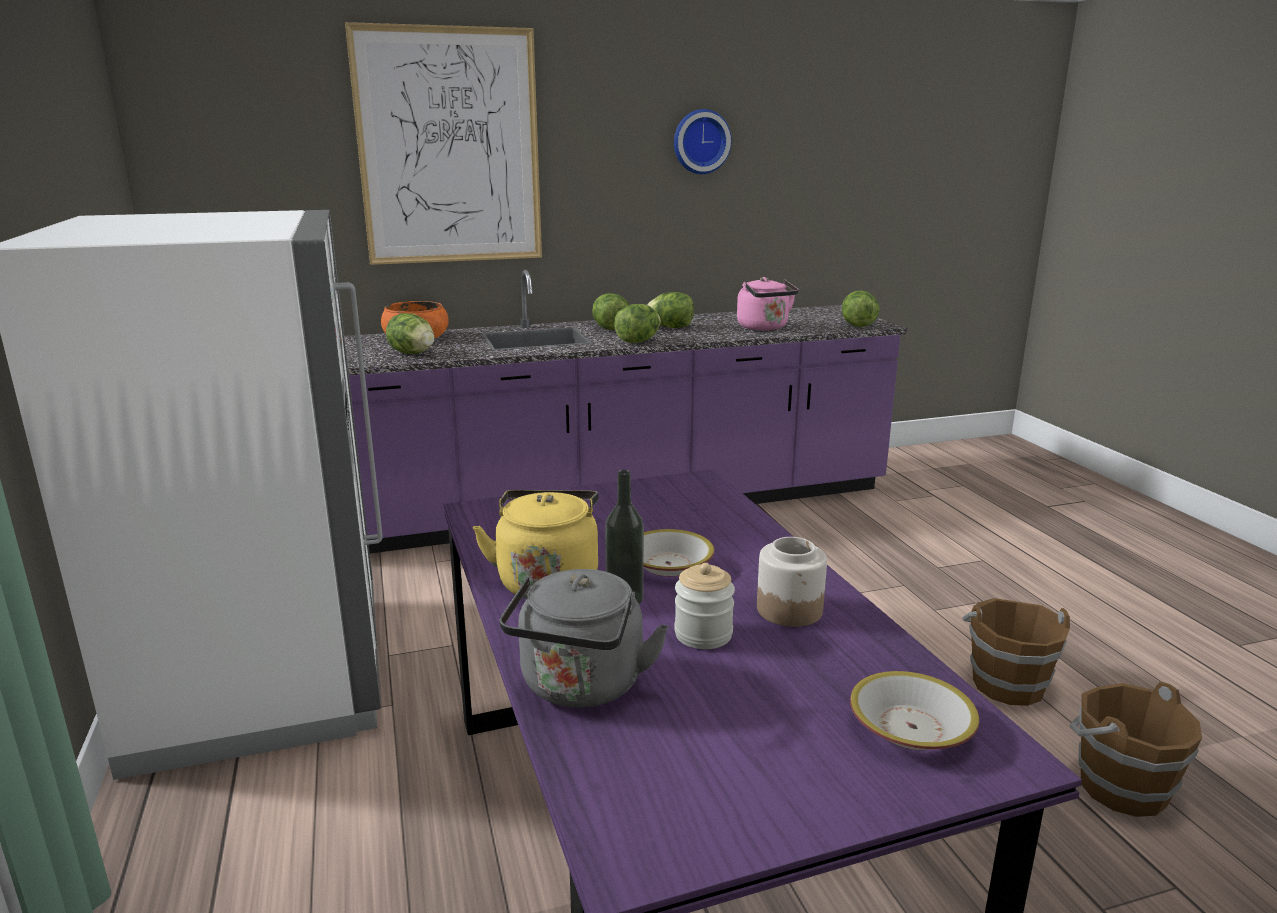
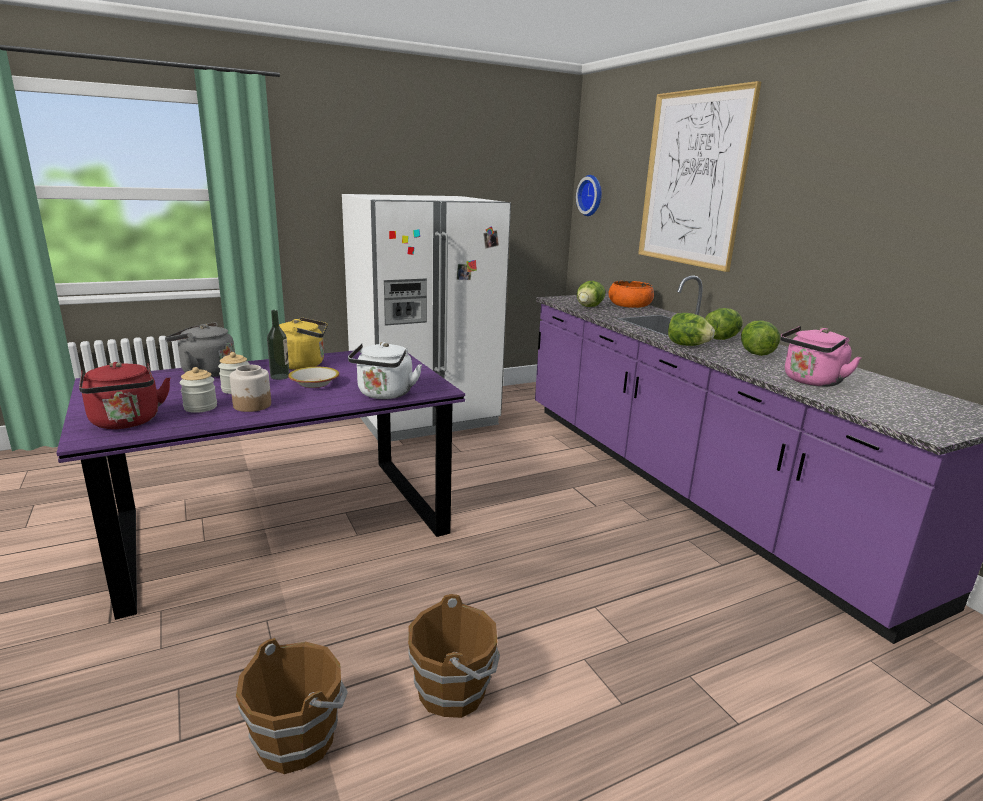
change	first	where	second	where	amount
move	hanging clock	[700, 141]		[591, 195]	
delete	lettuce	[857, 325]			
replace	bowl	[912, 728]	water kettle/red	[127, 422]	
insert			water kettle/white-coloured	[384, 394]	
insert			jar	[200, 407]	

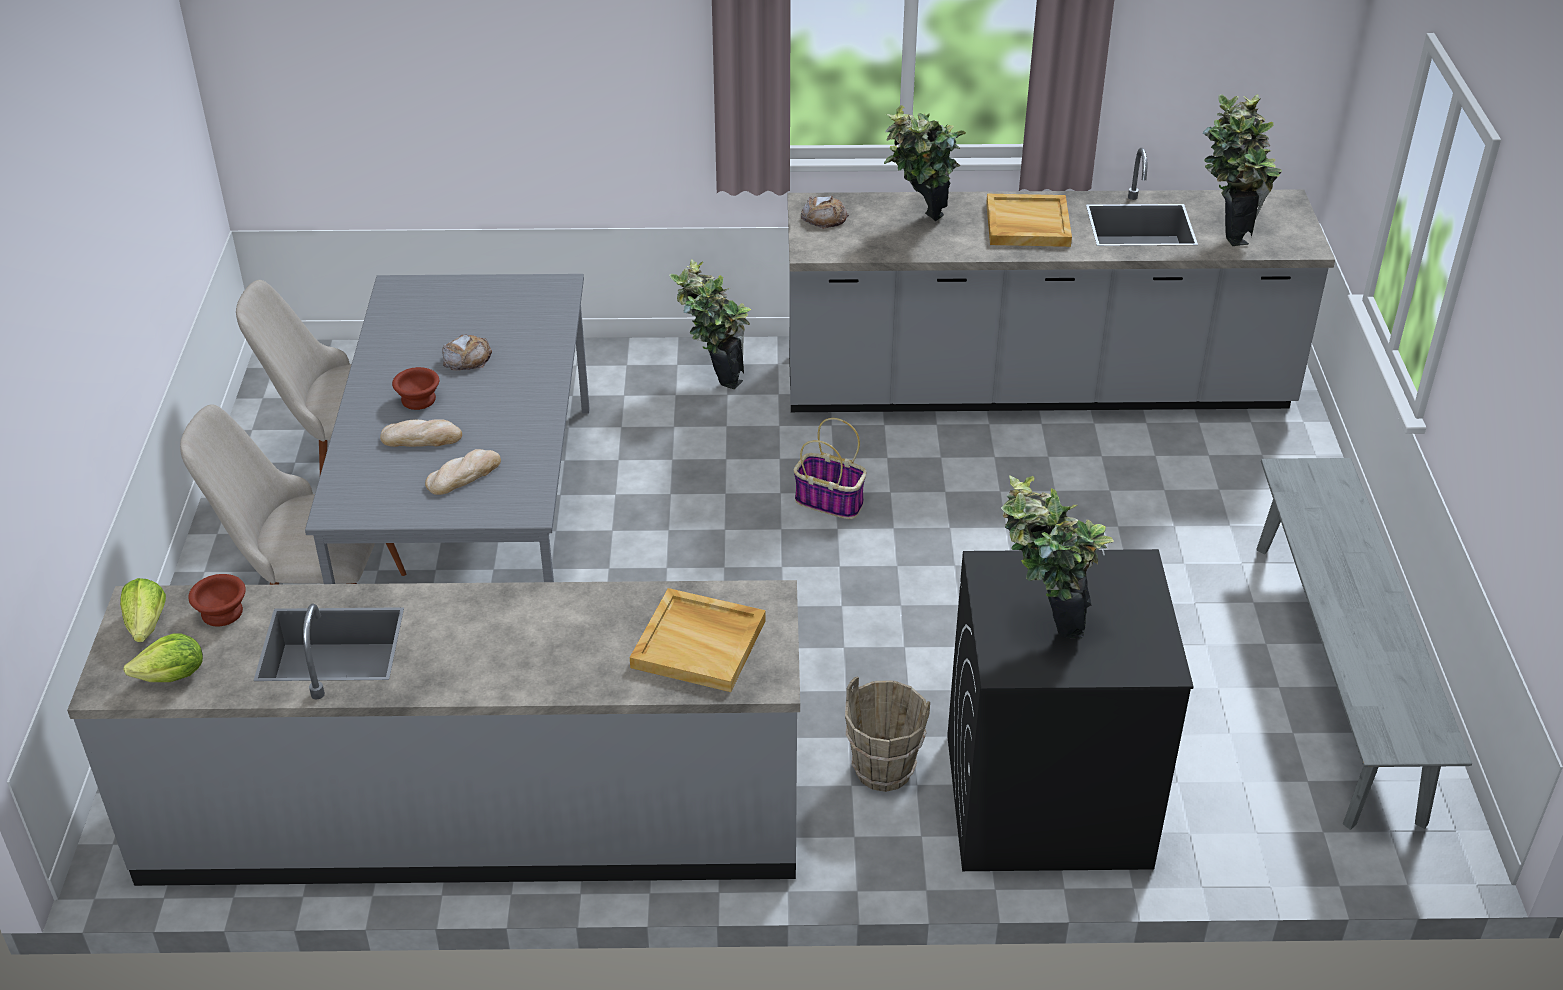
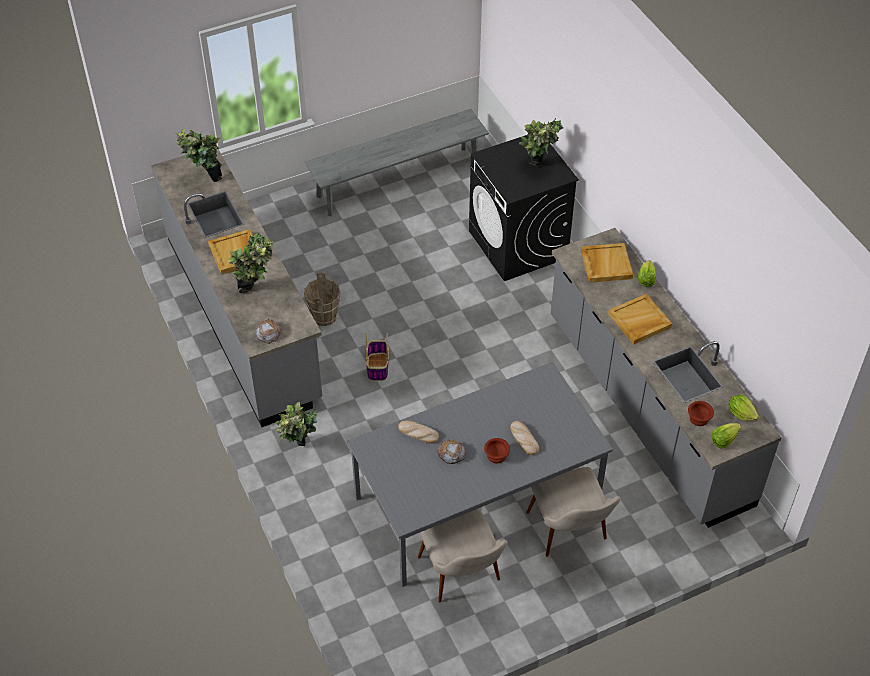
change	first	where	second	where	amount
move	bakery bread	[464, 475]		[418, 433]	
move	pail/brown-coloured	[883, 770]		[324, 316]	
insert			lettuce	[646, 279]	
insert			carrying tray/beige-coloured	[639, 321]	

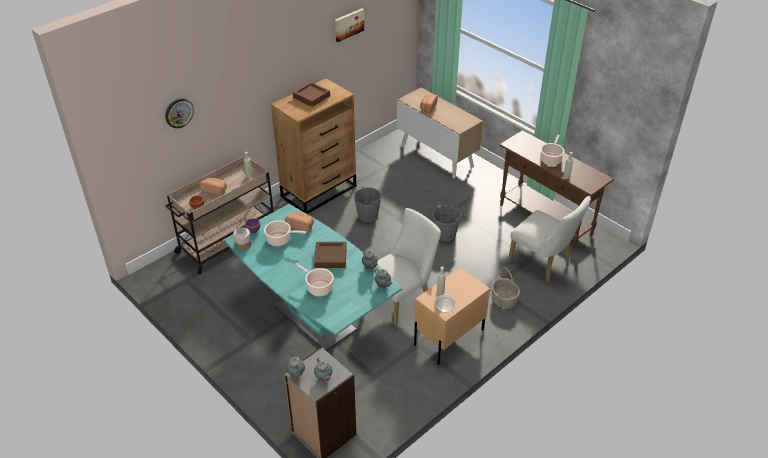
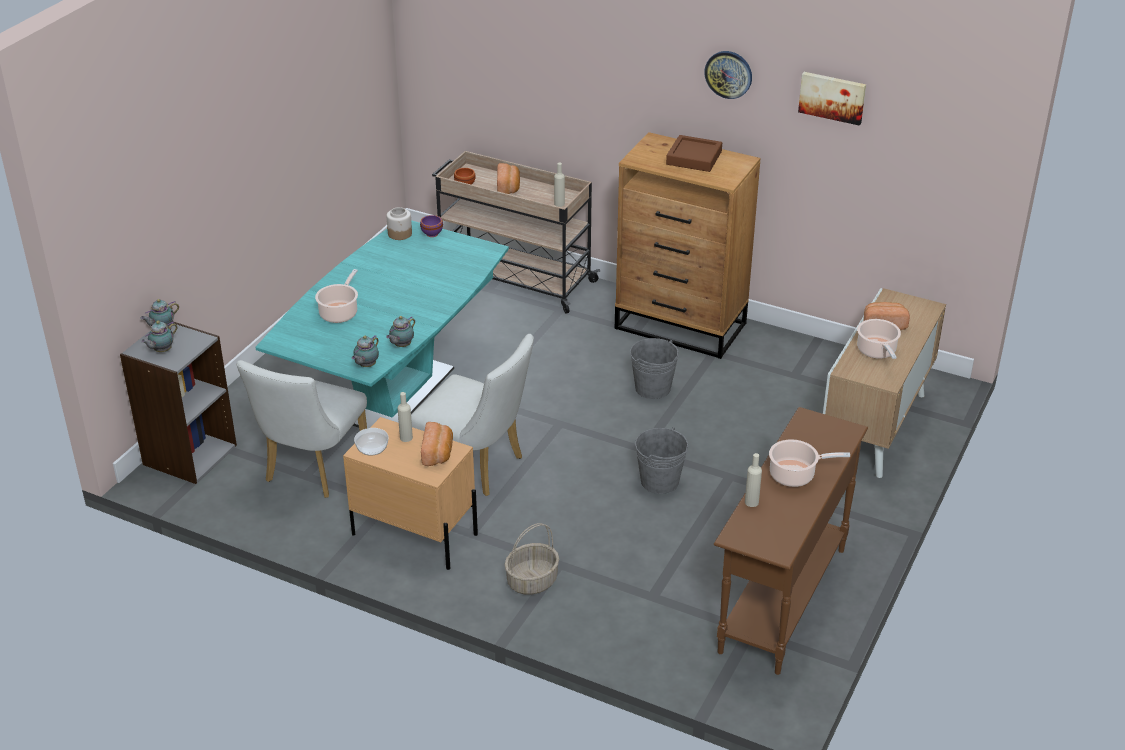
change	first	where	second	where	amount
move	hanging clock	[179, 112]		[728, 74]	
move	chair/white-coloured	[543, 263]		[312, 470]	
move	bakery bread	[301, 226]		[438, 453]	
move	stockpot	[280, 240]		[877, 351]	
delete	carrying tray/brown-coloured	[330, 257]			

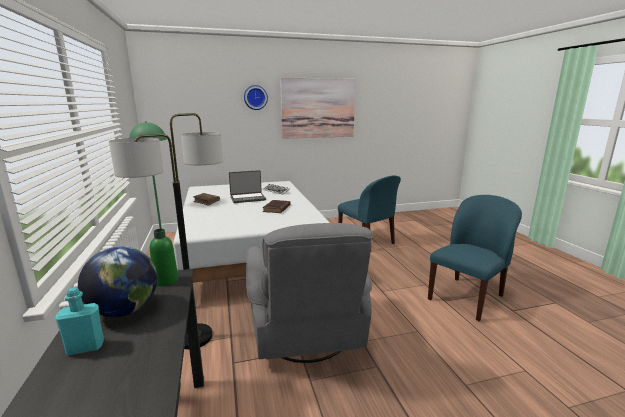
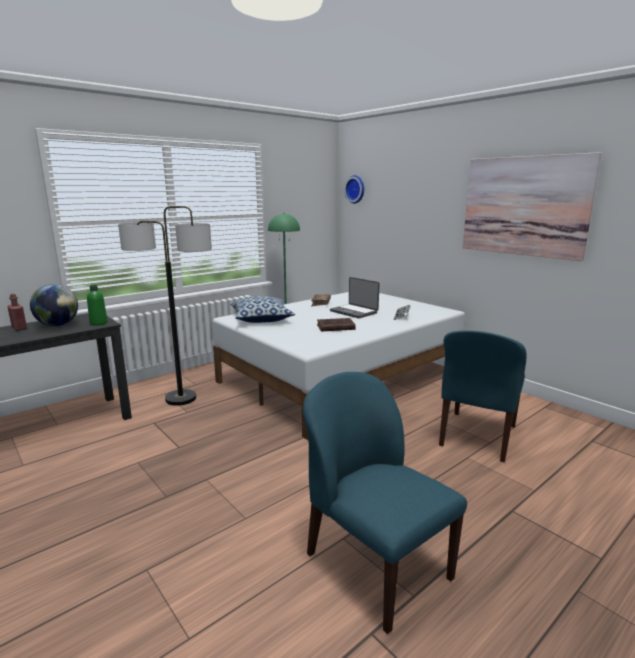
change	first	where	second	where	amount
move	hanging clock	[255, 97]		[356, 189]	
rotate	chair/bluish	[466, 297]		[375, 564]	150 degrees counterclockwise
delete	easy chair/gray	[307, 338]			
recolor	beverage bottle/turquoise	[85, 347]	beverage bottle/red	[19, 328]	
insert			throw pillow	[261, 319]	

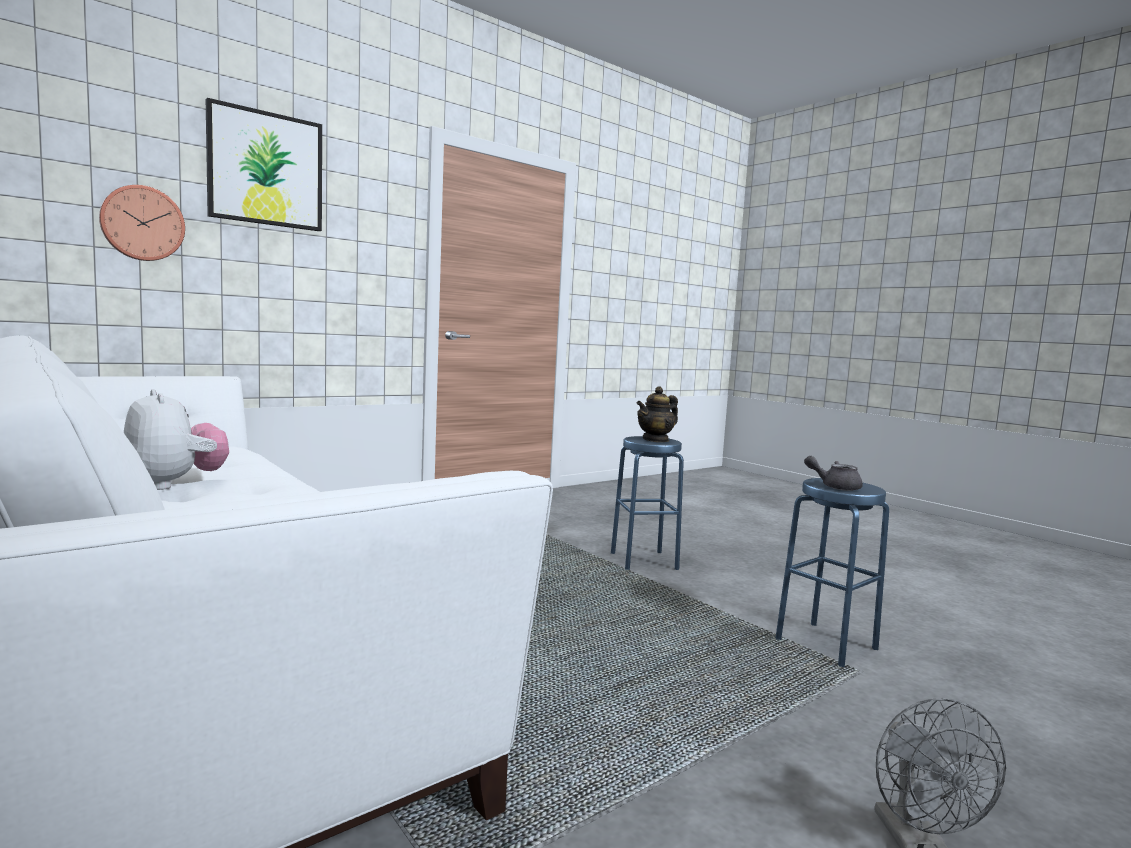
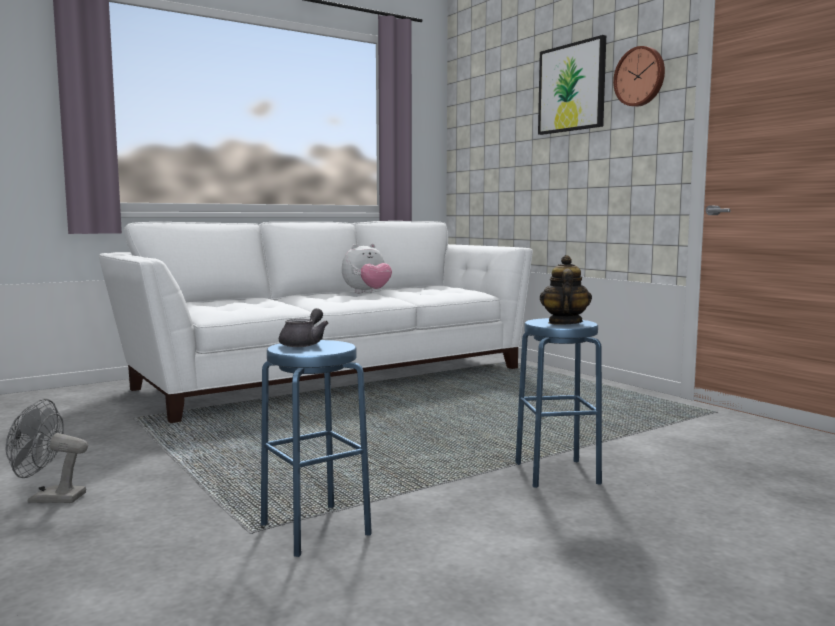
change	first	where	second	where	amount
move	hanging clock	[142, 223]		[640, 77]	
rotate	pot for tea	[656, 440]		[564, 323]	45 degrees clockwise

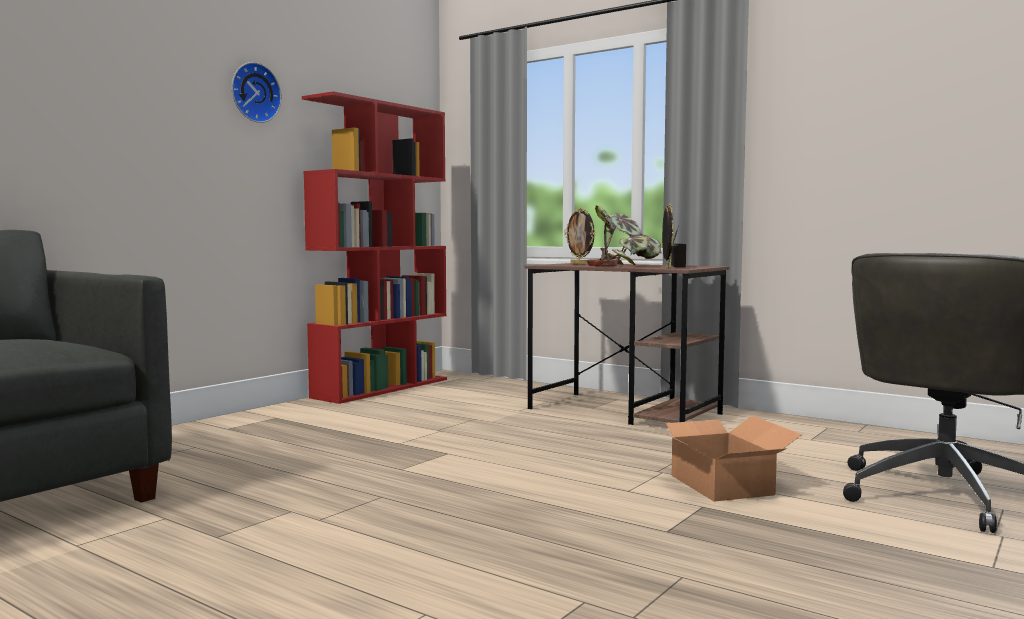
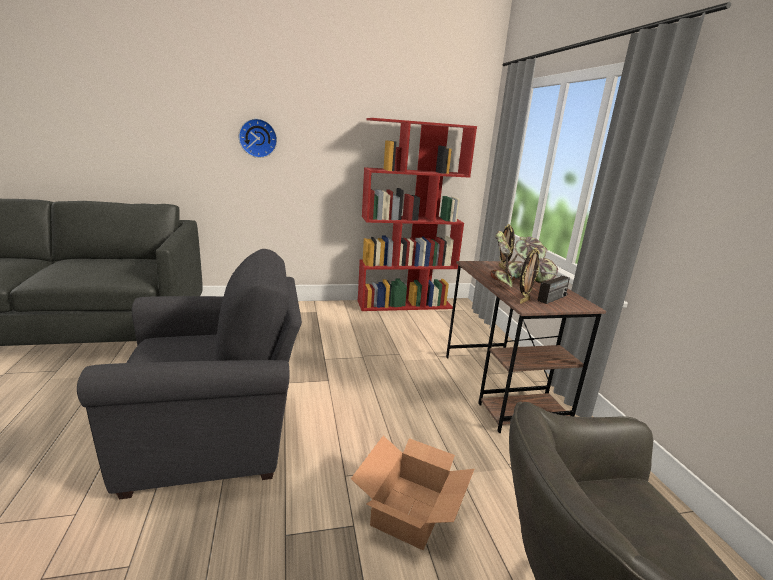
change	first	where	second	where	amount
move	hanging clock	[254, 93]		[258, 138]	
insert			easy chair/gray	[217, 435]	

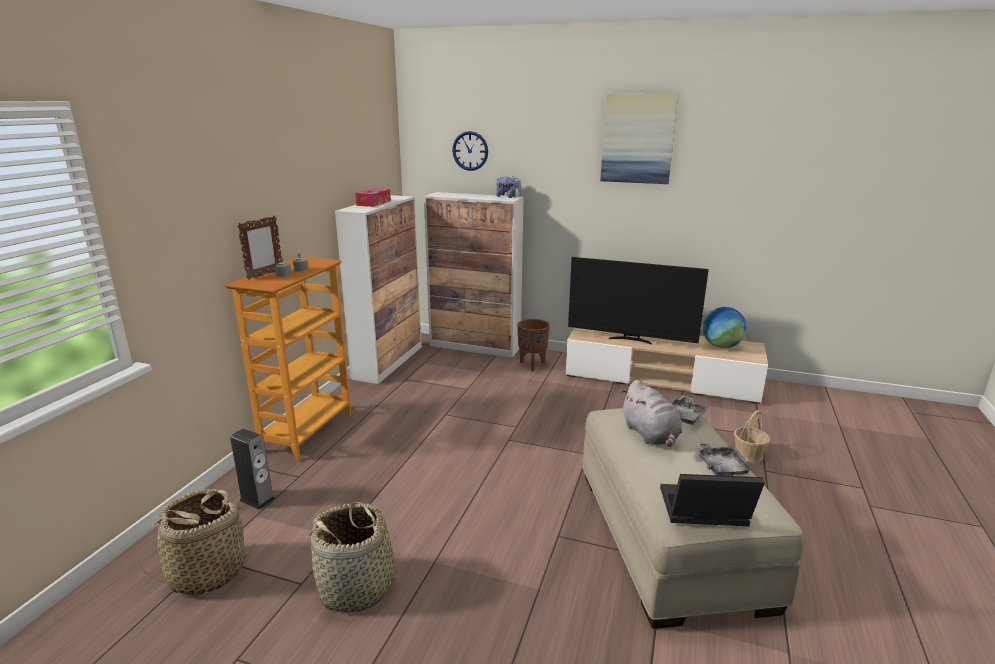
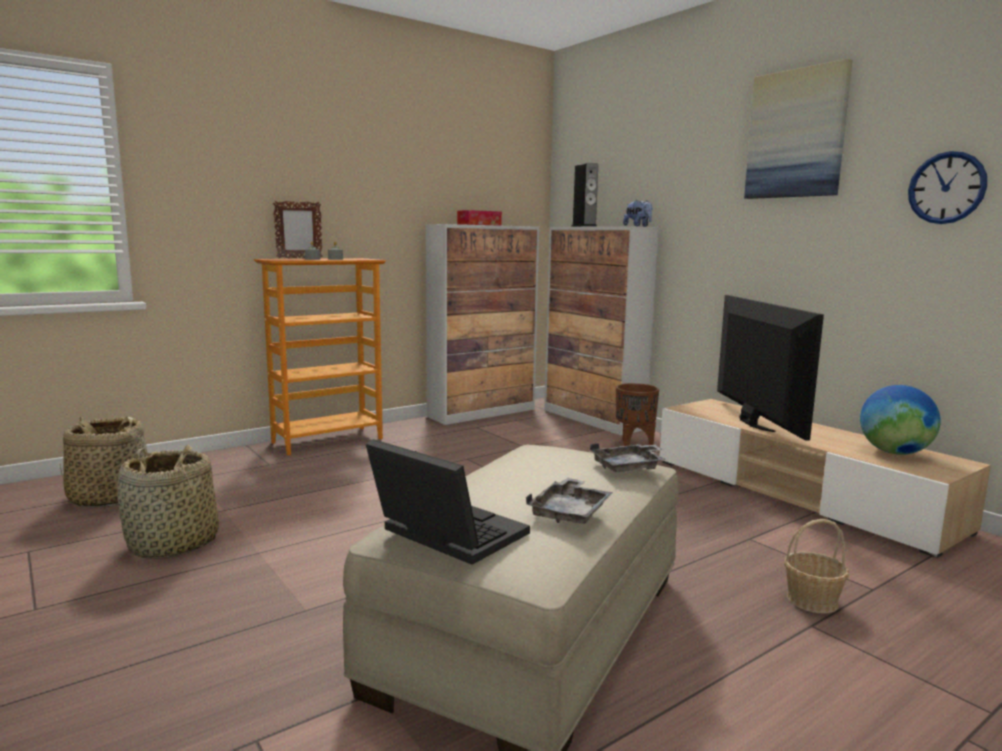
change	first	where	second	where	amount
move	hanging clock	[470, 151]		[946, 188]	
rotate	TV	[631, 340]		[752, 423]	150 degrees counterclockwise
delete	cuddly toy/gray	[650, 435]			
move	loudspeaker	[257, 499]		[584, 226]	

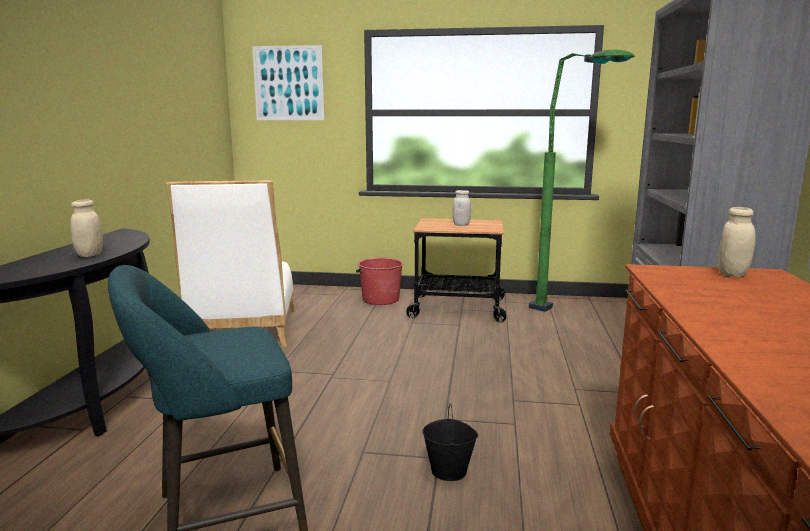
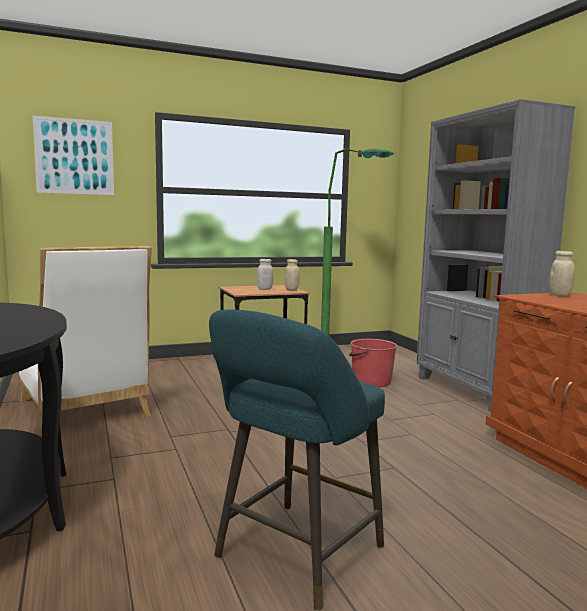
change	first	where	second	where	amount
move	jar/beige-coloured	[90, 255]		[291, 289]	
move	pail/red	[380, 299]		[371, 382]	
delete	pail/black-coloured	[449, 471]			

